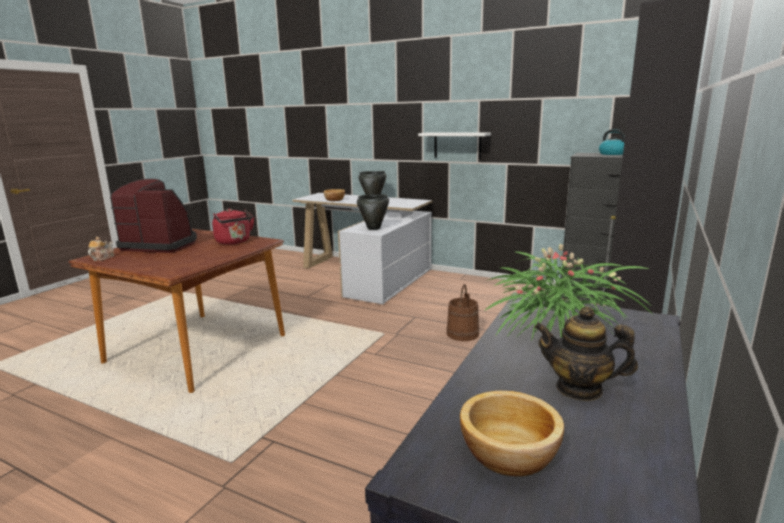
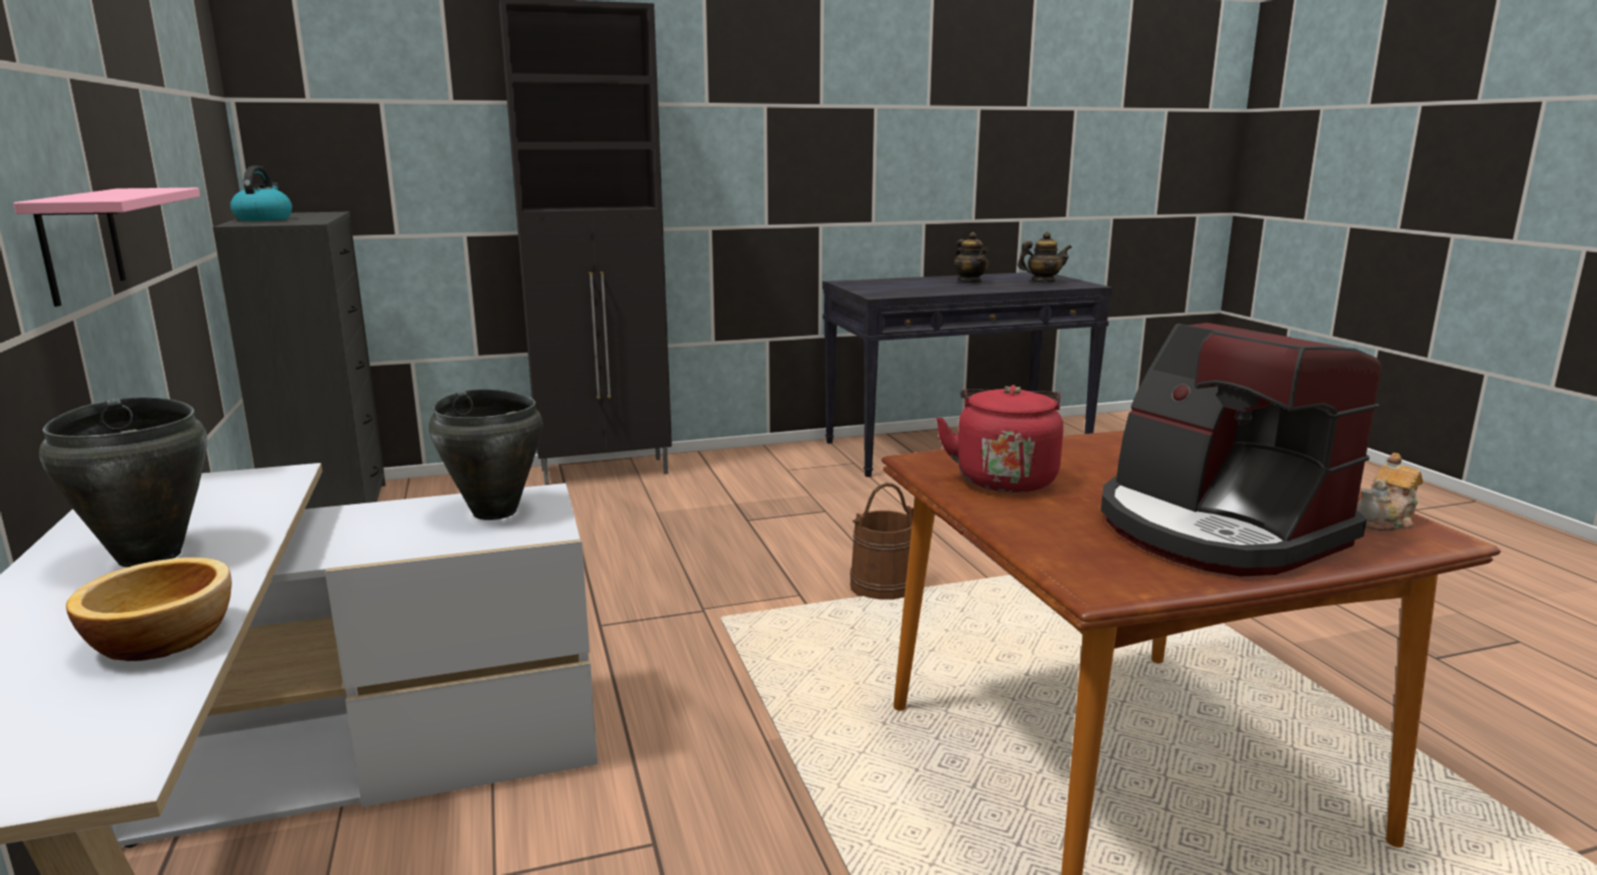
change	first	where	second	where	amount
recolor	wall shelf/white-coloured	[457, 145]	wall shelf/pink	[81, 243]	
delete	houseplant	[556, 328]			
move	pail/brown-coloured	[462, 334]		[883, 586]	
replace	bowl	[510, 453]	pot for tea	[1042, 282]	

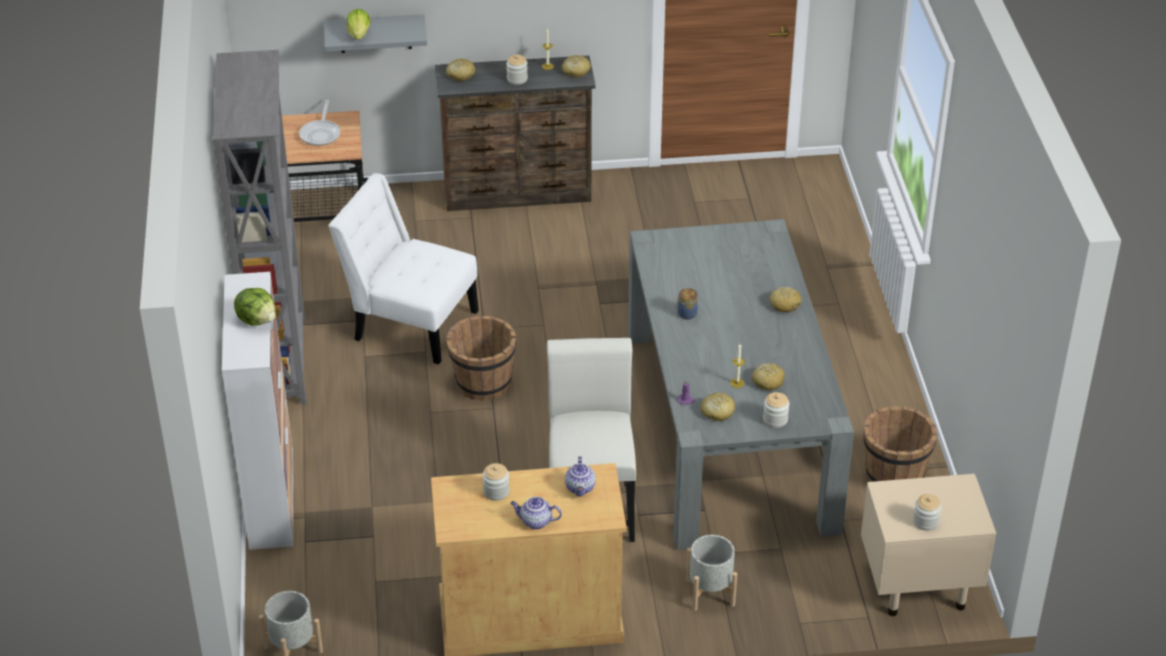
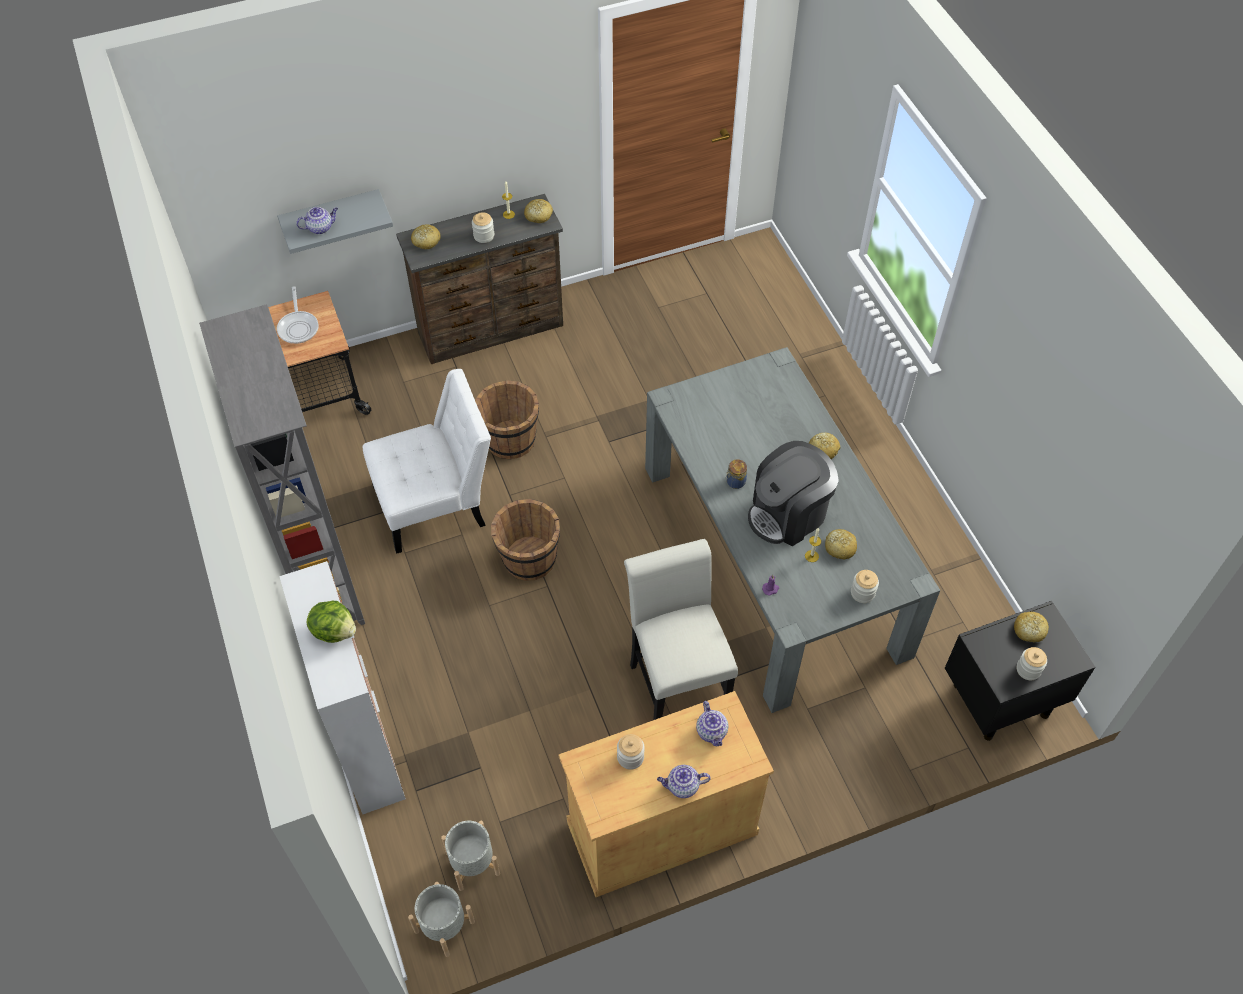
change	first	where	second	where	amount
replace	lettuce	[359, 35]	pot for tea	[320, 227]	
rotate	chair/white-coloured	[410, 323]		[436, 503]	150 degrees clockwise
move	bakery bread	[717, 412]		[1029, 630]	
move	pail/brown-coloured	[894, 476]		[510, 439]	
recolor	bedside table/beige-coloured	[917, 586]	bedside table/black-coloured	[999, 700]	
move	planter/gray	[710, 593]		[473, 864]	
insert			coffee machine	[788, 514]	

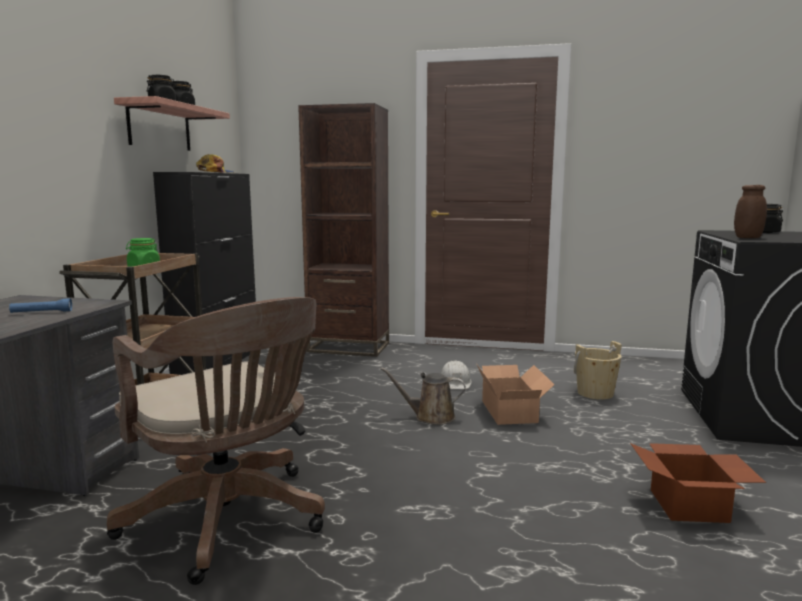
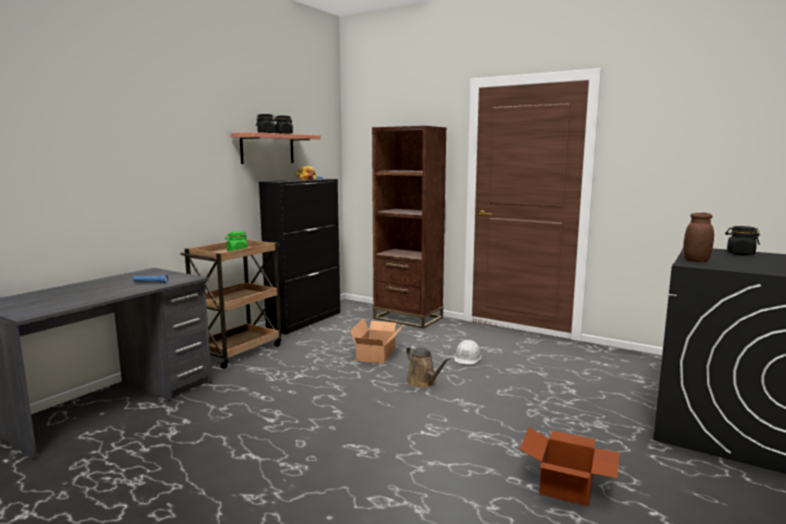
change	first	where	second	where	amount
delete	desk chair/brown-coloured	[230, 521]			
delete	pail/beige-coloured	[595, 393]			
move	packing box	[511, 411]		[378, 354]	
rotate	watering pot/brown-coloured	[430, 417]		[423, 383]	150 degrees counterclockwise

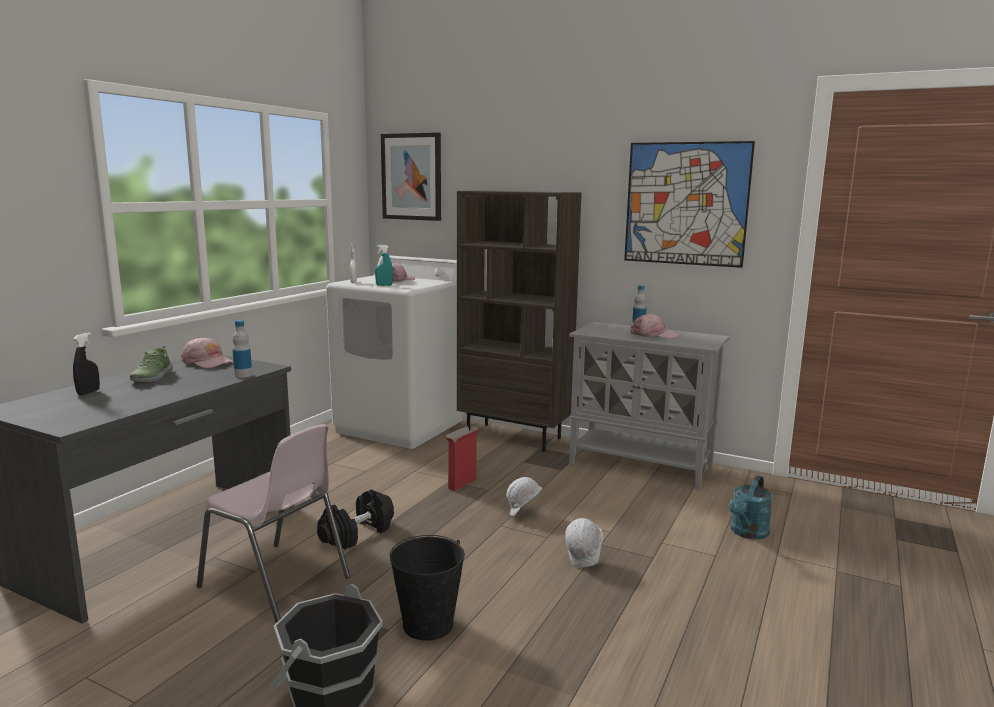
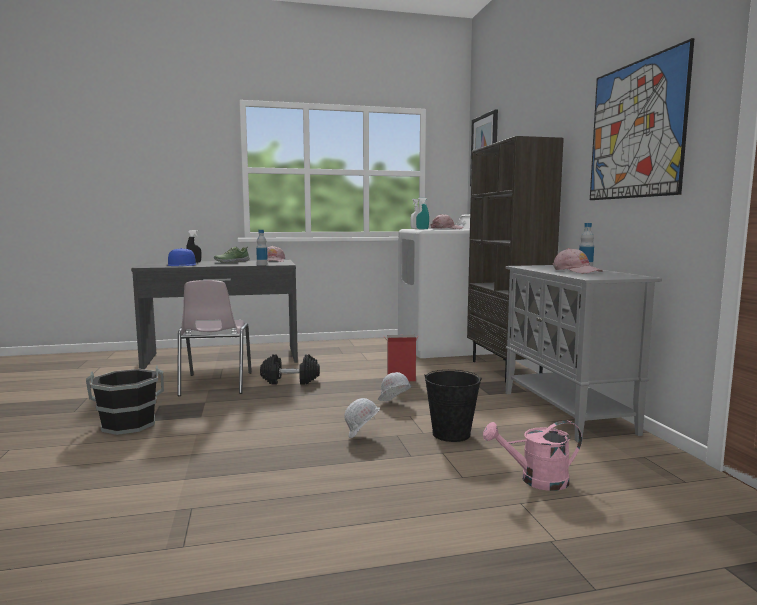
change	first	where	second	where	amount
recolor	watering pot/turquoise	[747, 533]	watering pot/pink	[536, 480]	
move	pail/black-coloured	[428, 624]		[451, 434]	
insert			baseball cap/bluish	[182, 264]	

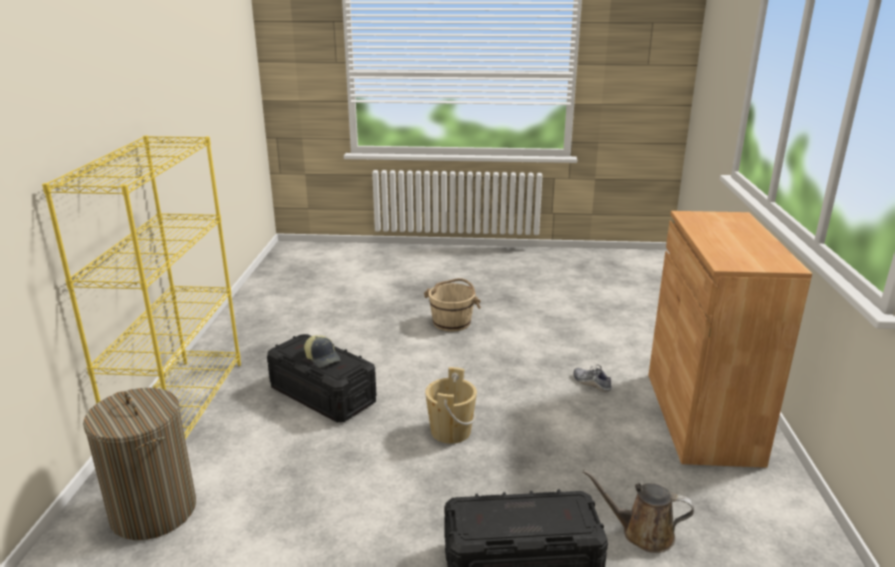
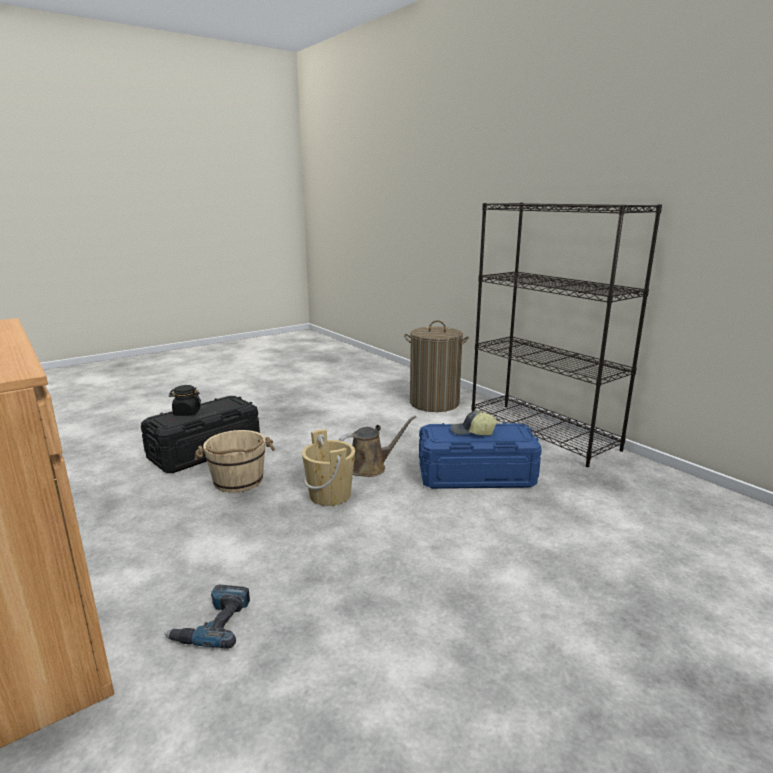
change	first	where	second	where	amount
recolor	bookshelf/yellowish	[181, 405]	bookshelf/black-coloured	[543, 432]	
move	pail/beige-coloured	[452, 322]		[238, 481]	
recolor	storage container/black-coloured	[323, 395]	storage container/bluish	[476, 476]	
replace	shoe	[591, 383]	electric drill	[213, 623]	
move	watering pot/brown-coloured	[642, 533]		[370, 467]	
insert			jar/black-coloured	[186, 413]	

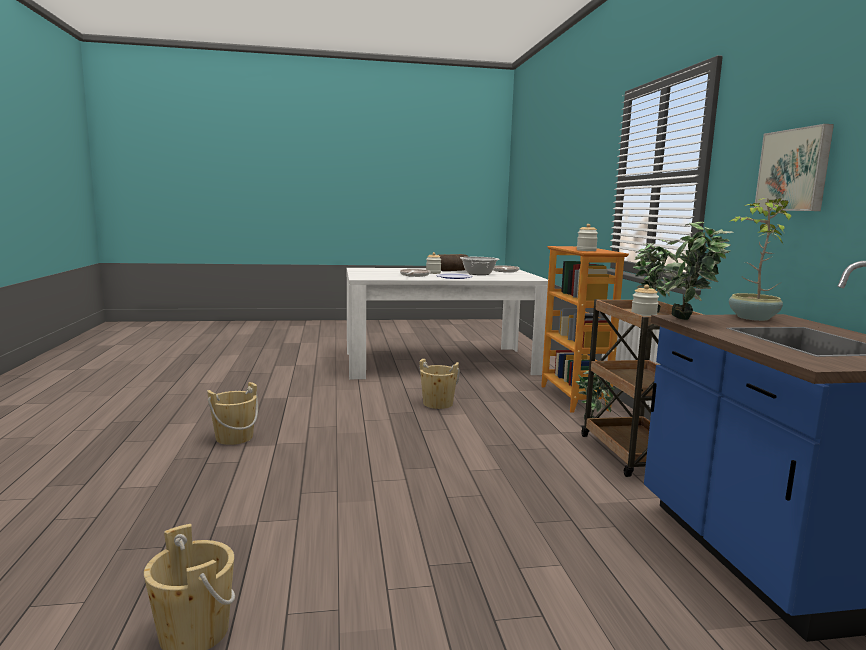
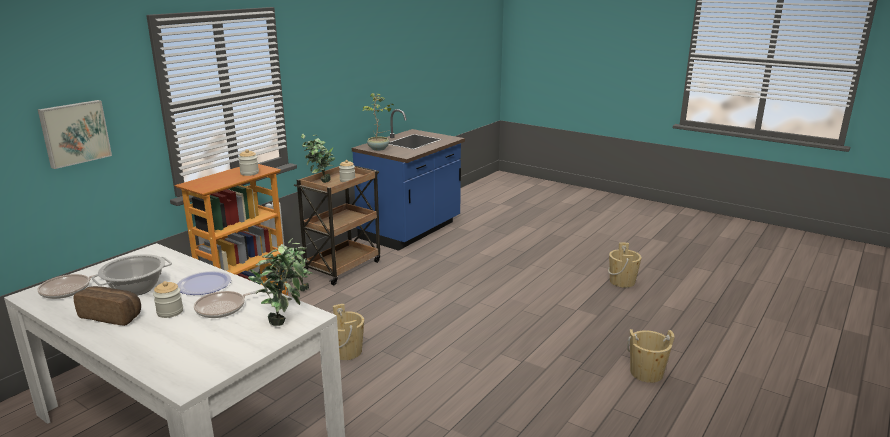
change	first	where	second	where	amount
move	wall picture	[795, 170]		[74, 133]	
move	houseplant	[690, 320]		[283, 319]	
move	pail/beige-coloured	[234, 437]		[646, 373]	

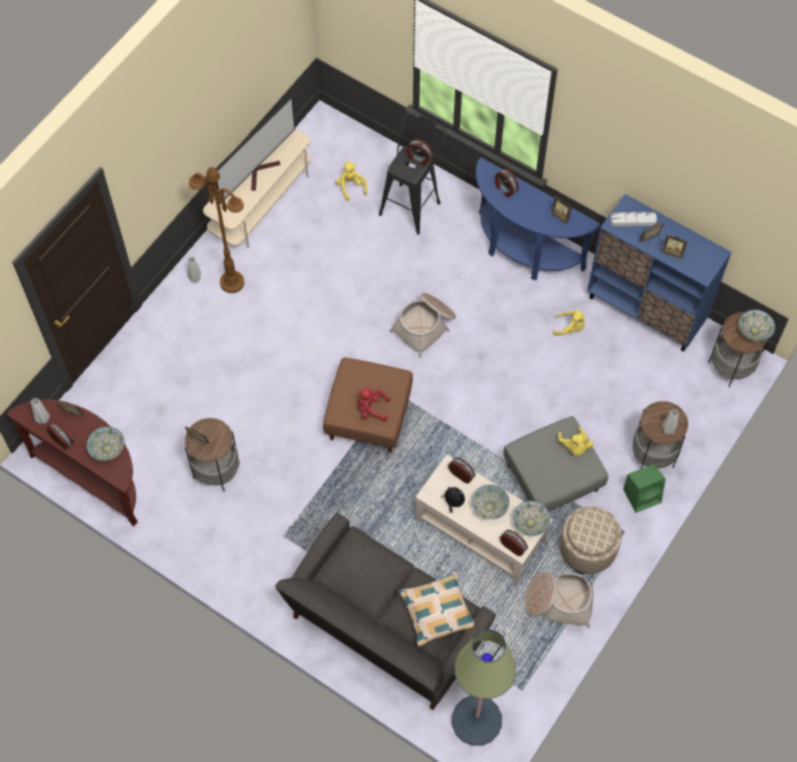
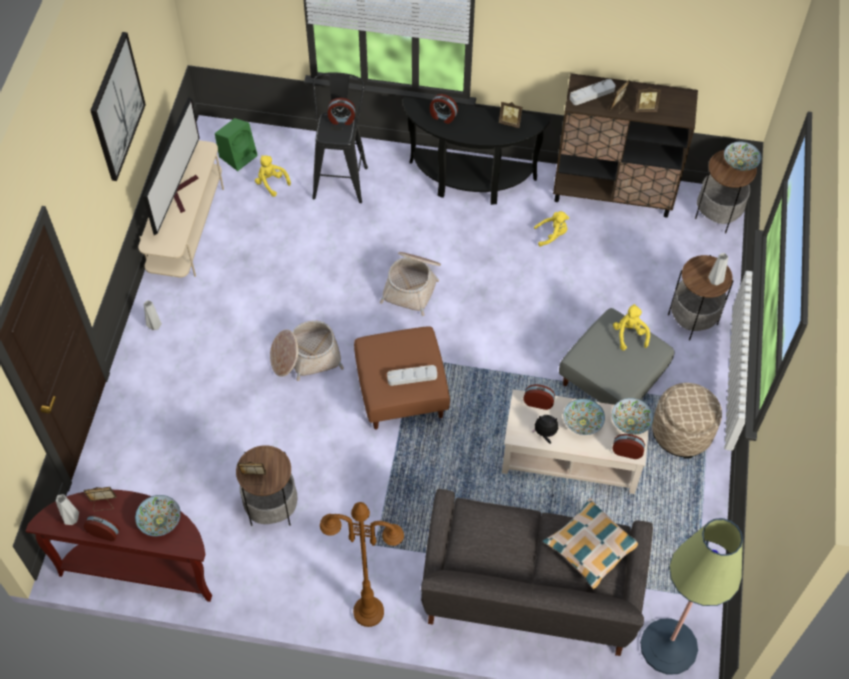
change	first	where	second	where	amount
recolor	hall table/bluish	[523, 251]	hall table/black-coloured	[470, 182]	
move	standard lamp/brown-coloured	[231, 282]		[368, 612]	
recolor	storage cabinet/bluish	[646, 310]	storage cabinet/brown-coloured	[613, 193]	
replace	cuddly toy/red	[371, 409]	carrying tray/gray	[412, 376]	
rotate	cuddly toy/yellowish	[575, 446]		[629, 334]	150 degrees counterclockwise
move	loudspeaker/green	[642, 495]		[238, 155]	
move	basket	[559, 602]		[305, 357]	
insert			wall picture	[116, 107]	

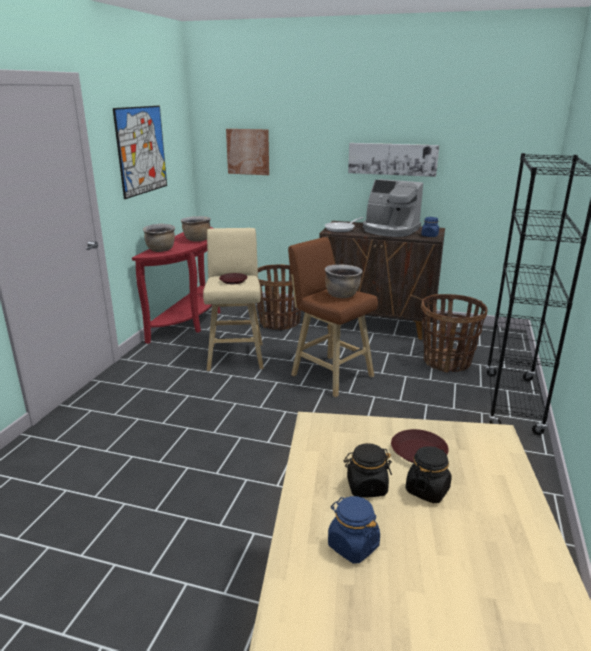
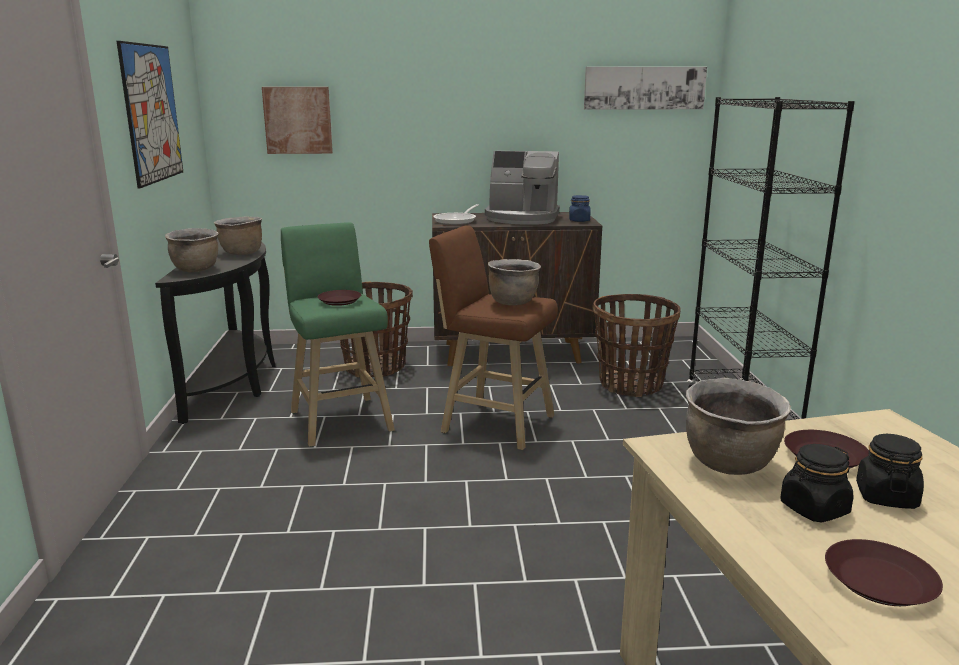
change	first	where	second	where	amount
move	wall picture	[392, 159]		[644, 88]	
recolor	hall table/red	[192, 320]	hall table/black-coloured	[236, 381]	
recolor	stool/beige-coloured	[236, 355]	stool/green	[340, 419]	
replace	jar/bluish	[353, 545]	dinner plate/brown-coloured	[880, 581]	
insert			stockpot/brown-coloured	[730, 464]	

